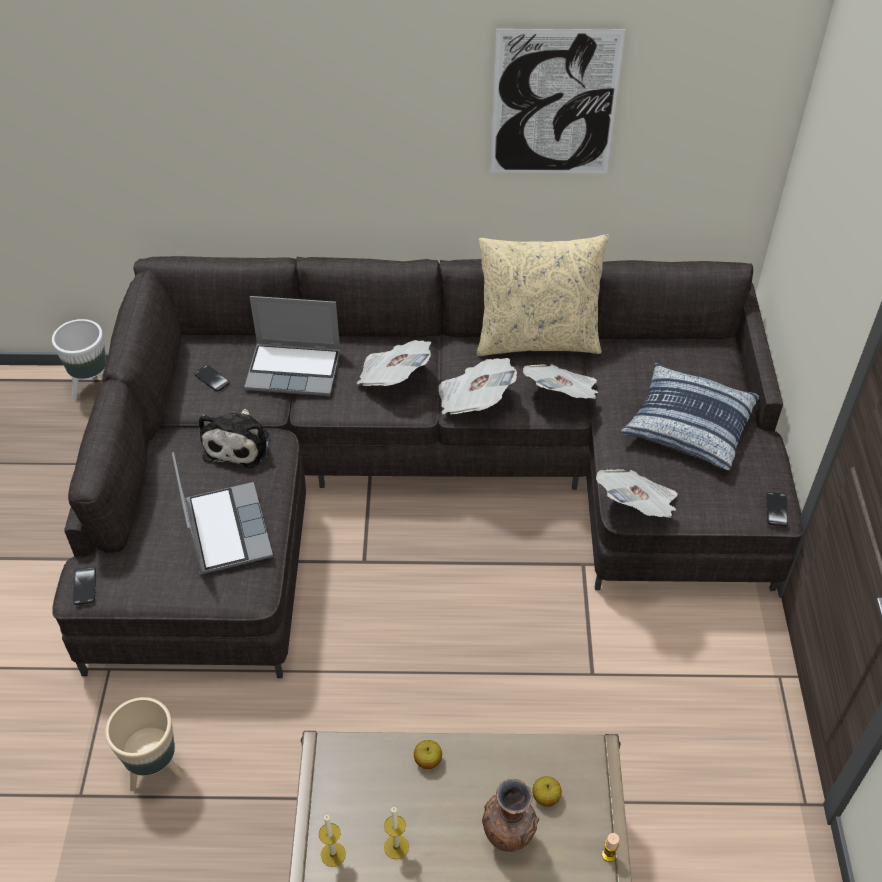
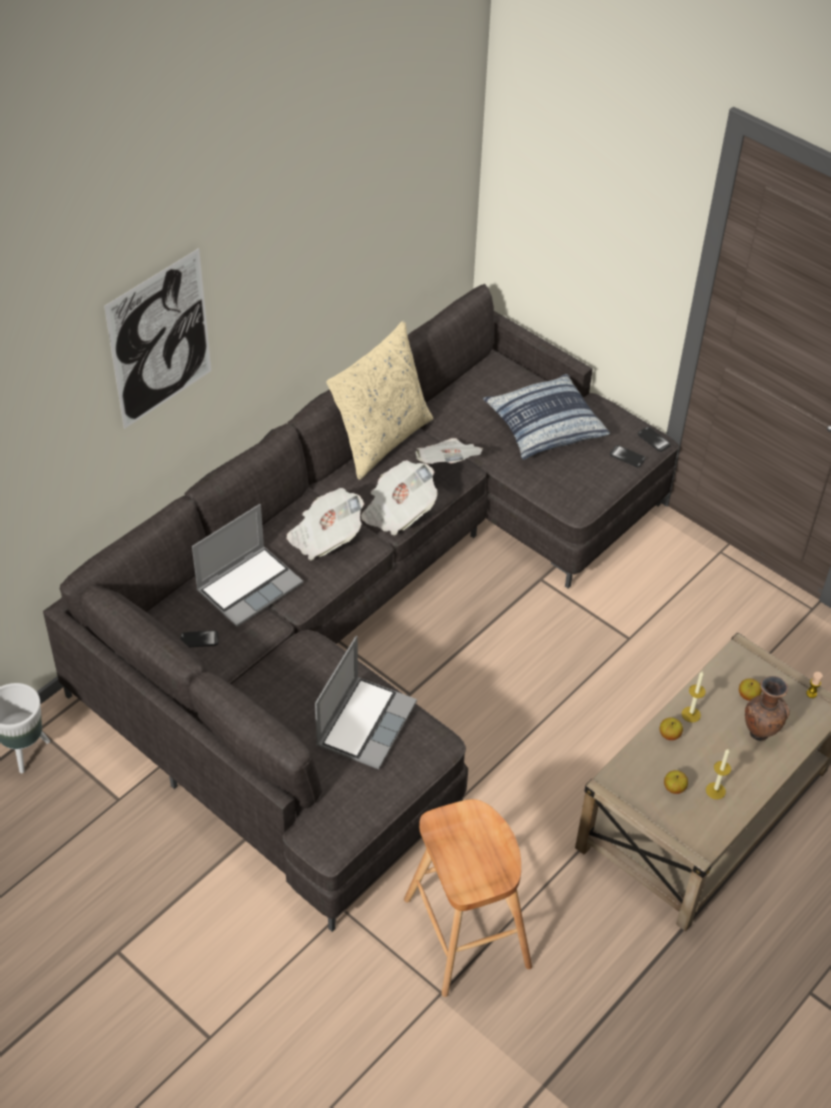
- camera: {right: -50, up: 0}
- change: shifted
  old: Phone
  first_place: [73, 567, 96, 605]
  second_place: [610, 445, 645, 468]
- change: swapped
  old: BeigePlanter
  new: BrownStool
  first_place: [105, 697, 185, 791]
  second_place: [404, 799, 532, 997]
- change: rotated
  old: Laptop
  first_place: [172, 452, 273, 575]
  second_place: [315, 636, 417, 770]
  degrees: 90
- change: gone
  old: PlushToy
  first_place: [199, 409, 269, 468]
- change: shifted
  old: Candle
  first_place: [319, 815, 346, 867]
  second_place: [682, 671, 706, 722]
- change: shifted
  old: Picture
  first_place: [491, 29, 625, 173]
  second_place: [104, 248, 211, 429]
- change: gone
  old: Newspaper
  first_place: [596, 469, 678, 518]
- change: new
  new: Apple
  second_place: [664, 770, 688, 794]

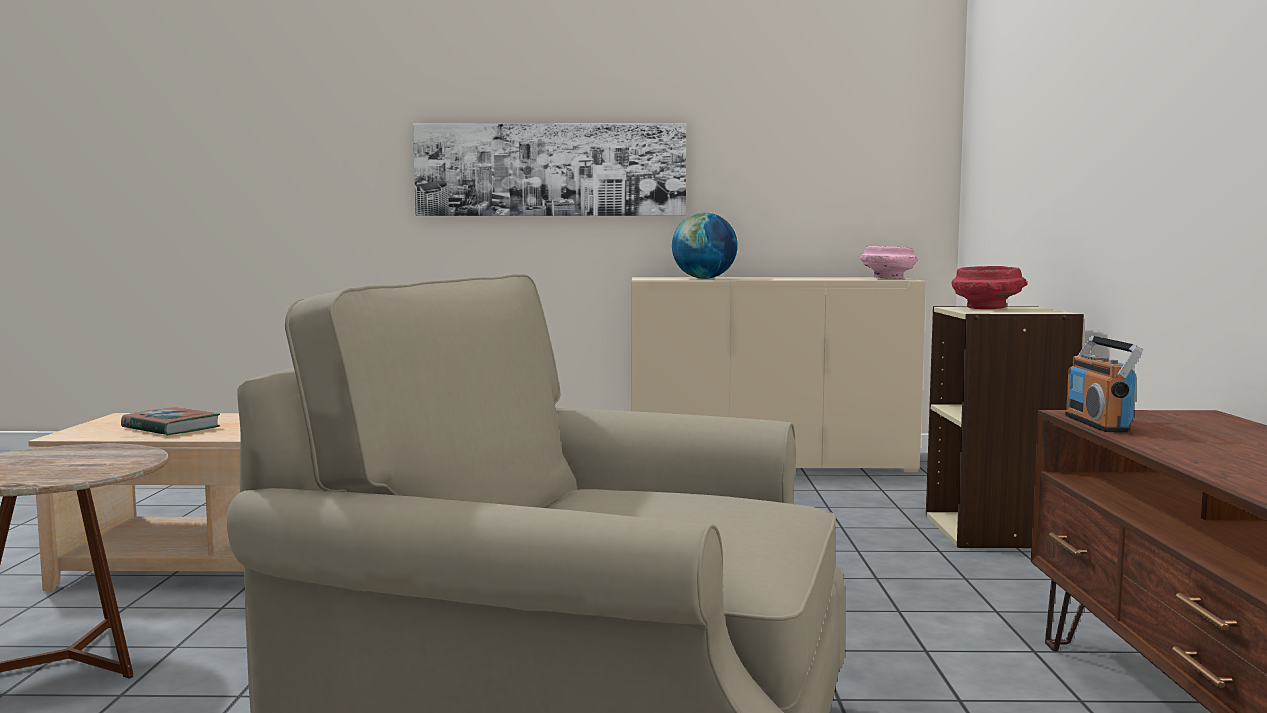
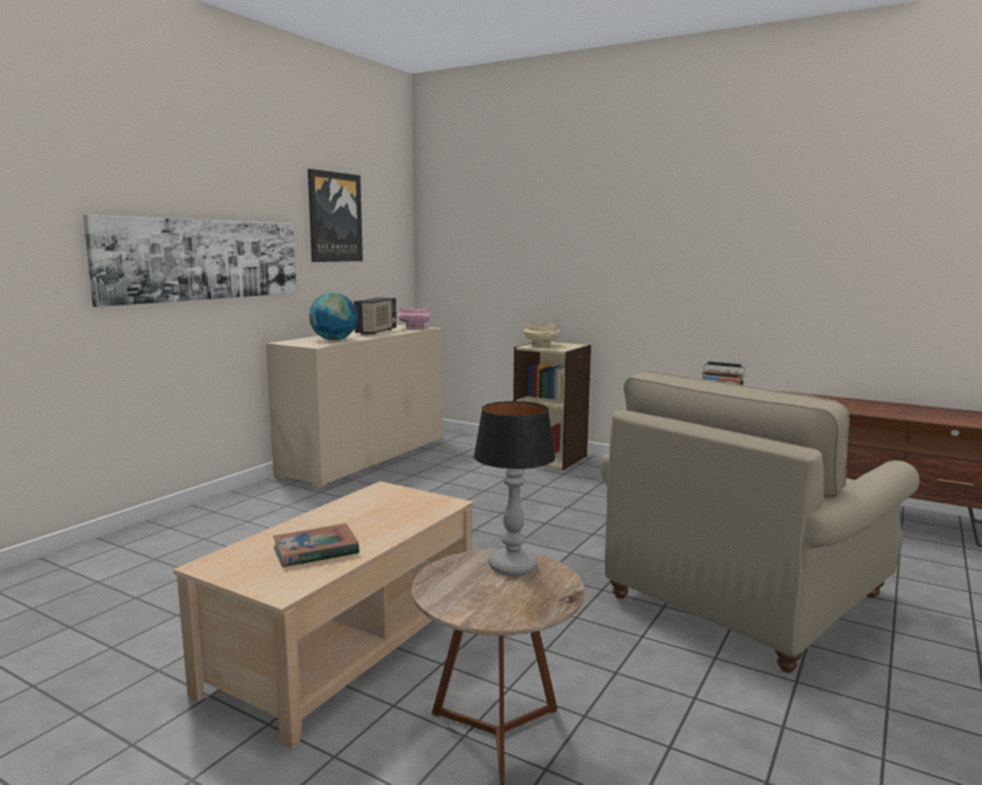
- camera: {right: -60, up: 5}
- change: repainted
  old: RedBowl
  new: BeigeBowl
  first_place: [952, 266, 1027, 309]
  second_place: [523, 322, 560, 347]
- change: new
  new: Picture
  second_place: [308, 169, 363, 262]
- change: new
  new: Radio
  second_place: [354, 297, 396, 335]
- change: new
  new: TableLamp
  second_place: [474, 401, 556, 576]

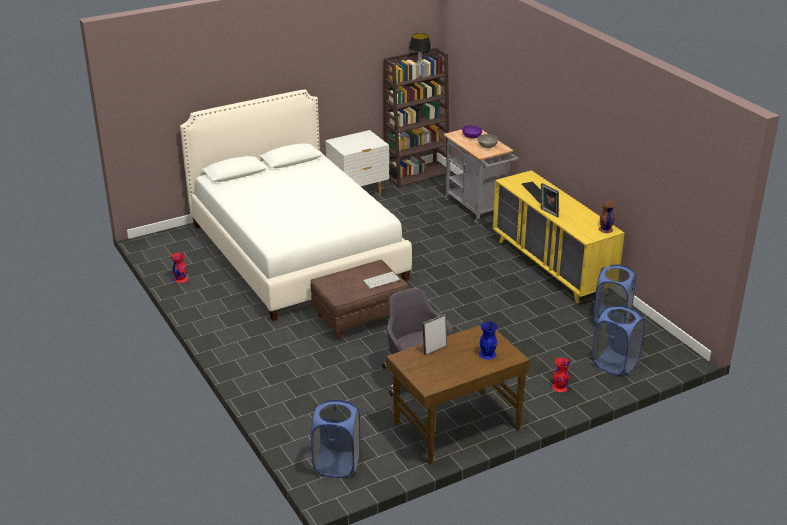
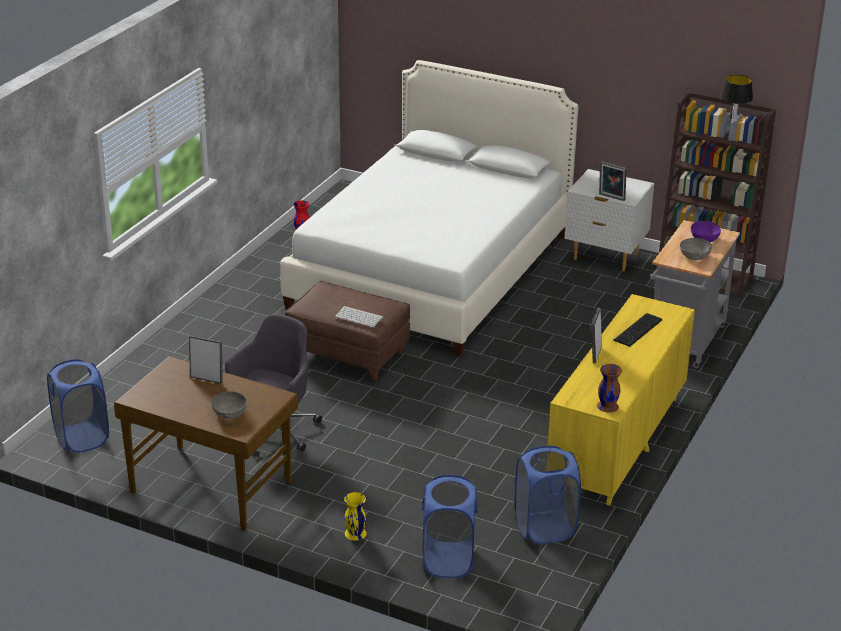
- camera: {right: 55, up: 0}
- change: swapped
  old: BlueVase
  new: GreyBowl
  first_place: [479, 322, 498, 360]
  second_place: [212, 391, 247, 419]
- change: repainted
  old: RedVase
  new: YellowVase
  first_place: [552, 357, 571, 392]
  second_place: [344, 492, 366, 541]
- change: new
  new: PictureFrame
  second_place: [599, 161, 627, 201]

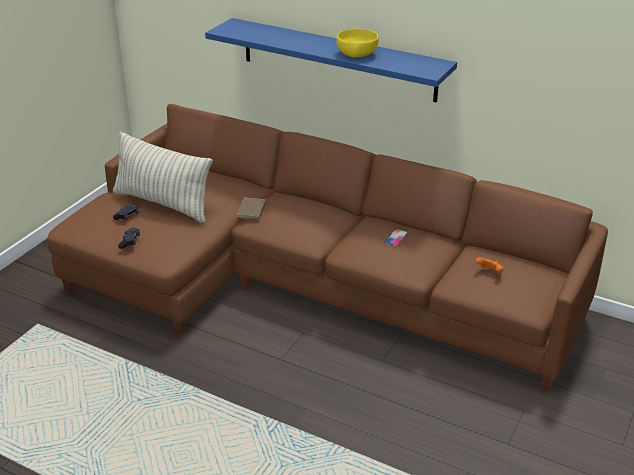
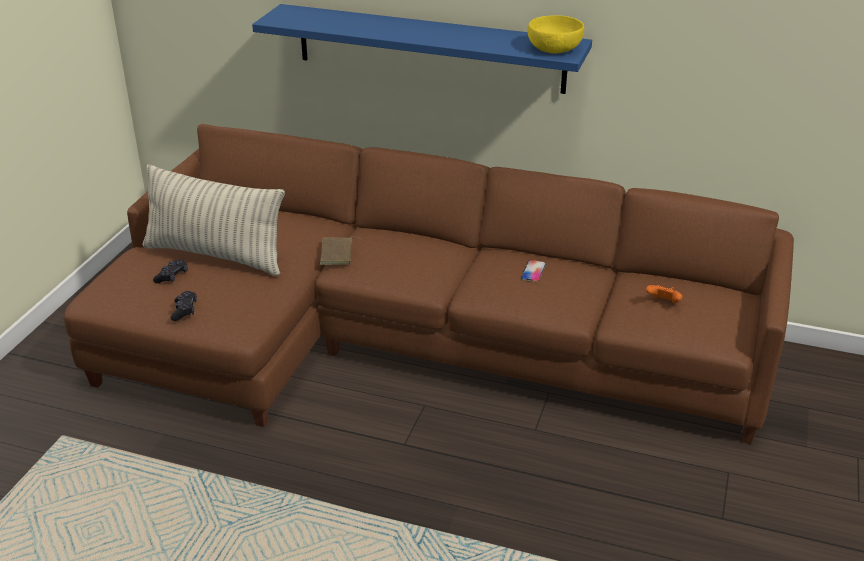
- camera: {right: -10, up: 0}
- change: shifted
  old: YellowBowl
  first_place: [337, 29, 379, 57]
  second_place: [528, 15, 584, 54]

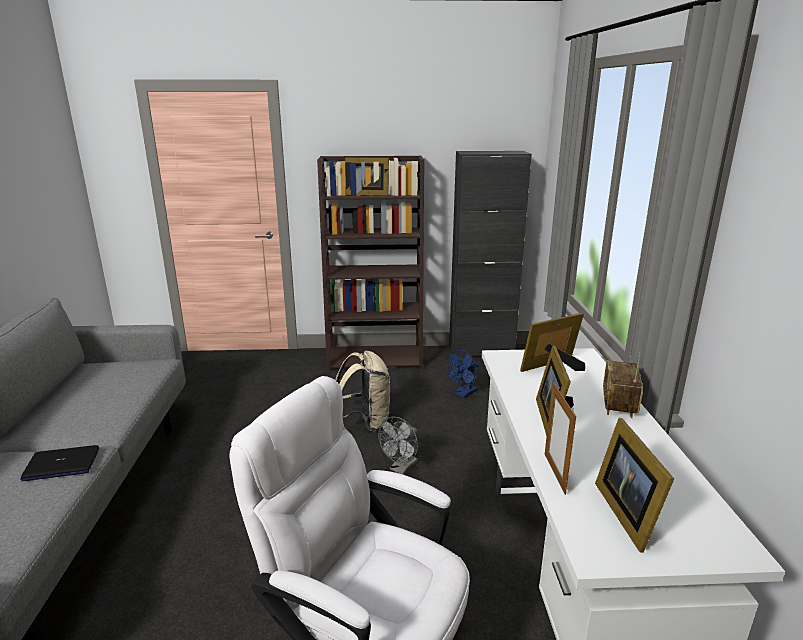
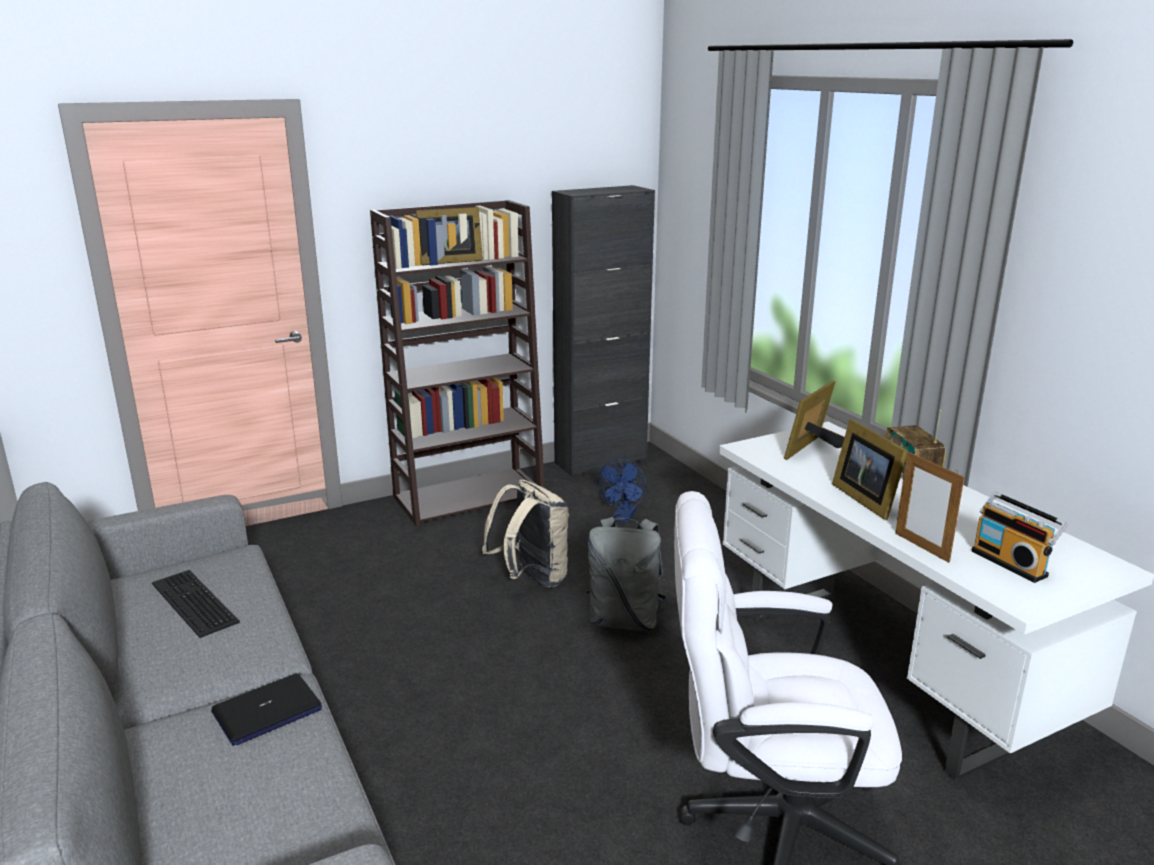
- camera: {right: -25, up: 0}
- change: swapped
  old: GreyFan
  new: GreyBackpack
  first_place: [378, 417, 418, 474]
  second_place: [586, 517, 666, 631]
- change: swapped
  old: PictureFrame
  new: Radio
  first_place: [595, 418, 674, 553]
  second_place: [972, 492, 1067, 583]
- change: new
  new: Keyboard
  second_place: [152, 570, 240, 638]

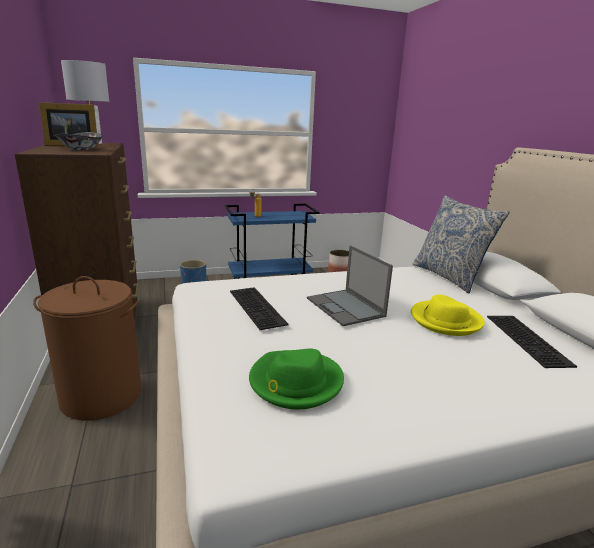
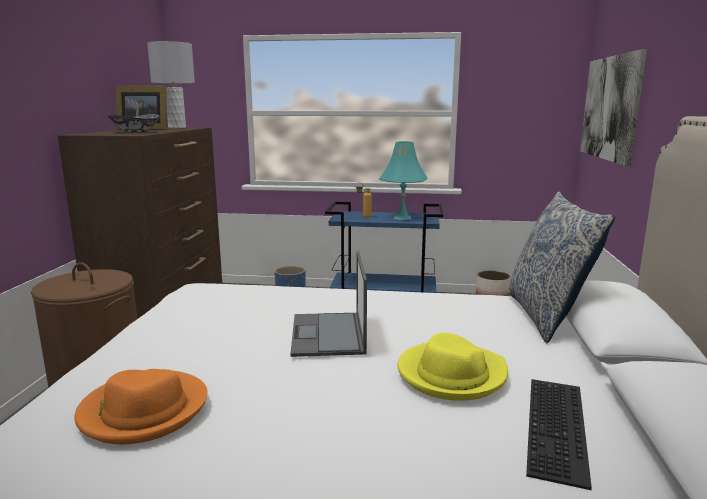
- camera: {right: 25, up: -5}
- change: gone
  old: Keyboard
  first_place: [230, 287, 289, 330]
- change: repainted
  old: GreenHat
  new: OrangeHat
  first_place: [249, 349, 344, 409]
  second_place: [74, 369, 208, 444]
- change: new
  new: TurquoiseTableLamp
  second_place: [379, 141, 428, 220]
- change: new
  new: Picture
  second_place: [580, 49, 647, 166]

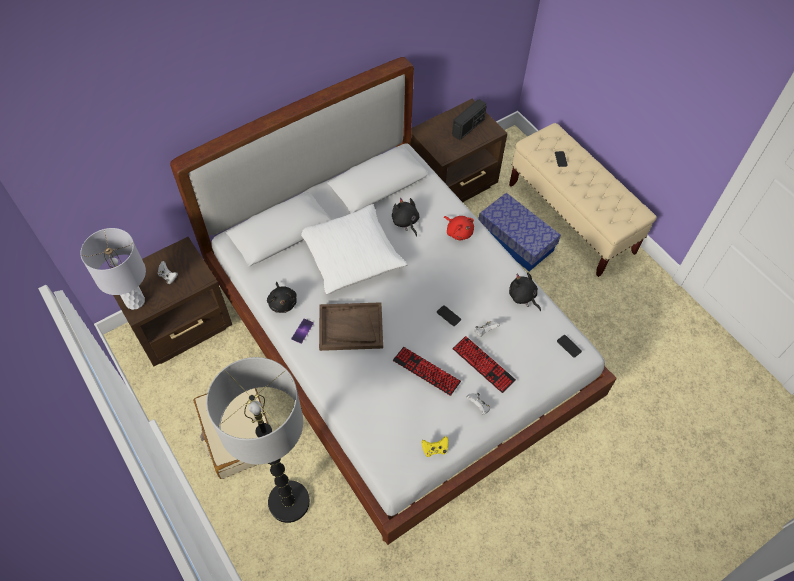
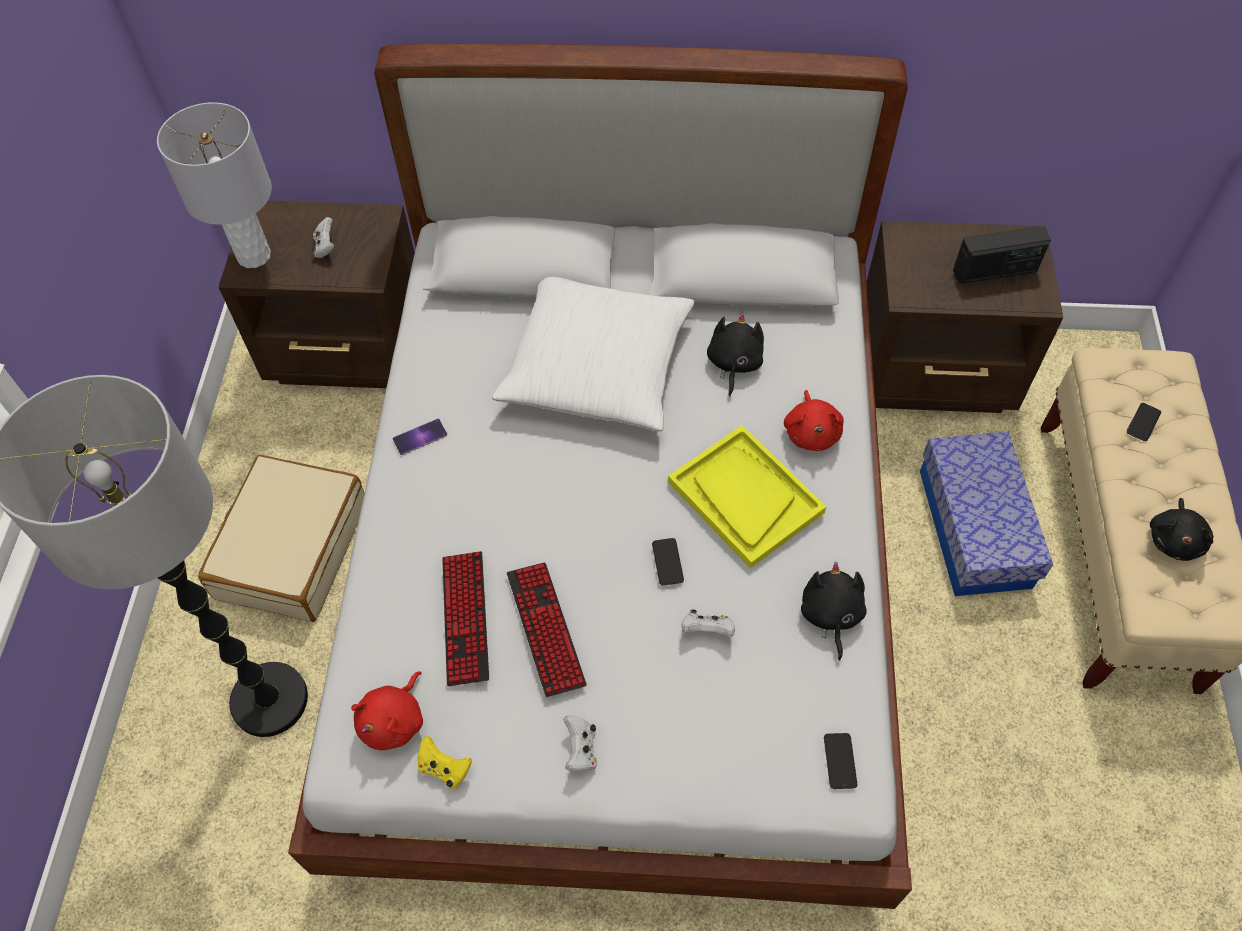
- camera: {right: 40, up: 0}
- change: shifted
  old: BlackPlushToy
  first_place: [267, 282, 297, 313]
  second_place: [1150, 498, 1214, 561]
- change: gone
  old: BrownTray
  first_place: [319, 302, 383, 351]
- change: shifted
  old: Keyboard
  first_place: [452, 336, 516, 393]
  second_place: [442, 551, 489, 686]
- change: new
  new: RedPlushToy
  second_place: [351, 671, 423, 750]
- change: new
  new: YellowTray
  second_place: [668, 425, 826, 568]

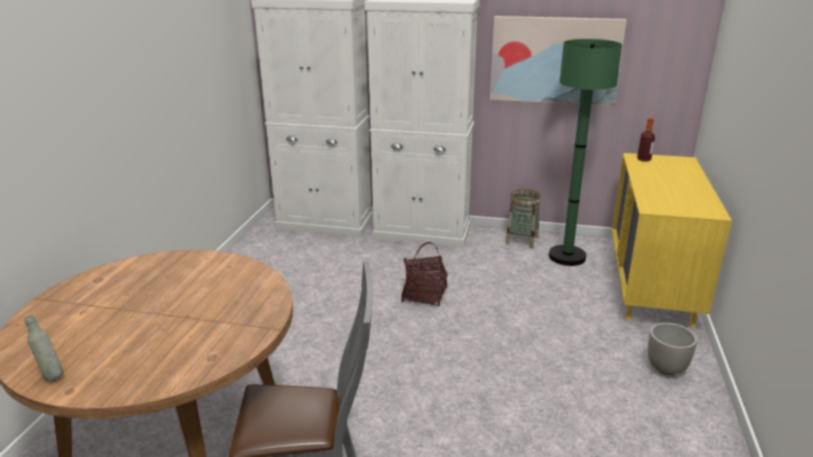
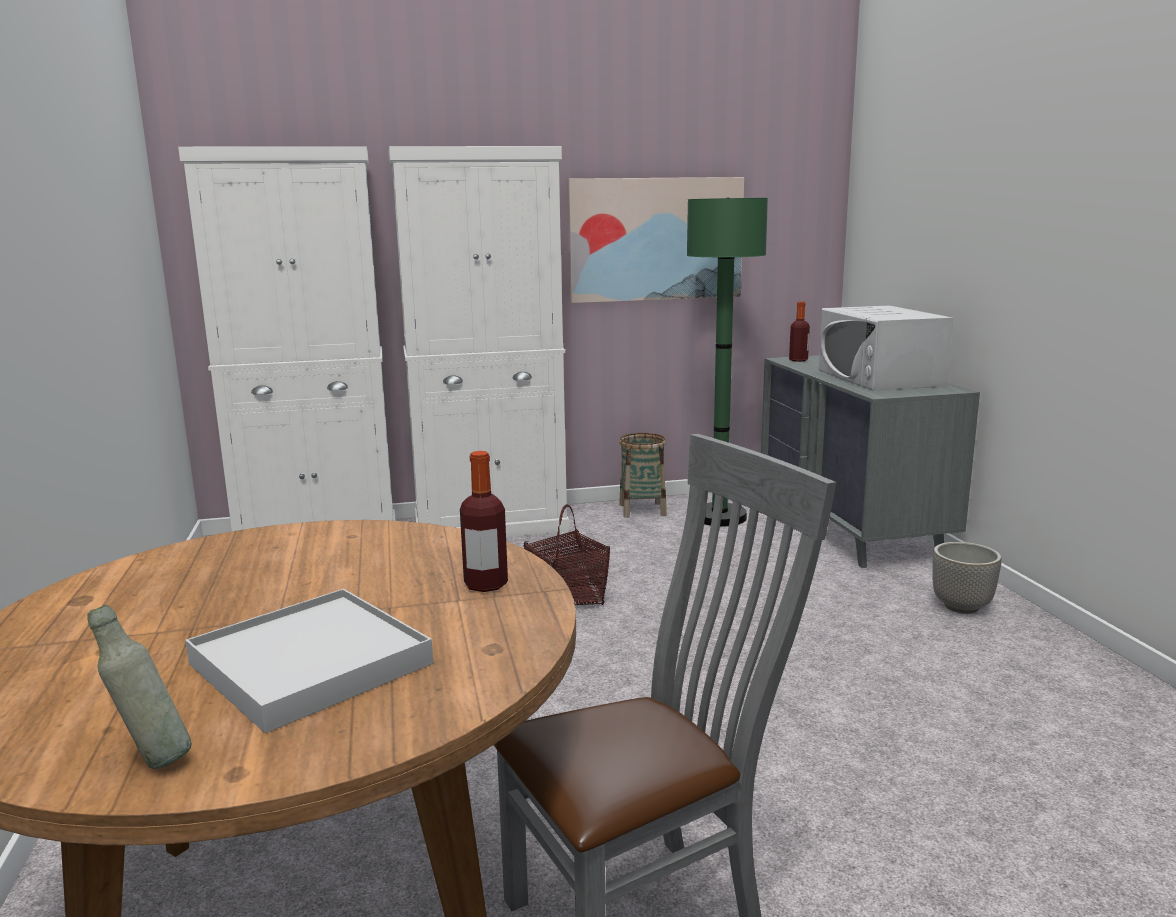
- camera: {right: -25, up: -10}
- change: repainted
  old: YellowDresser
  new: GreyDresser
  first_place: [612, 153, 732, 328]
  second_place: [761, 355, 980, 568]
- change: new
  new: WhiteTray
  second_place: [185, 589, 433, 733]
- change: new
  new: Bottle
  second_place: [460, 451, 508, 592]
- change: new
  new: WhiteMicrowave
  second_place: [819, 305, 953, 391]

